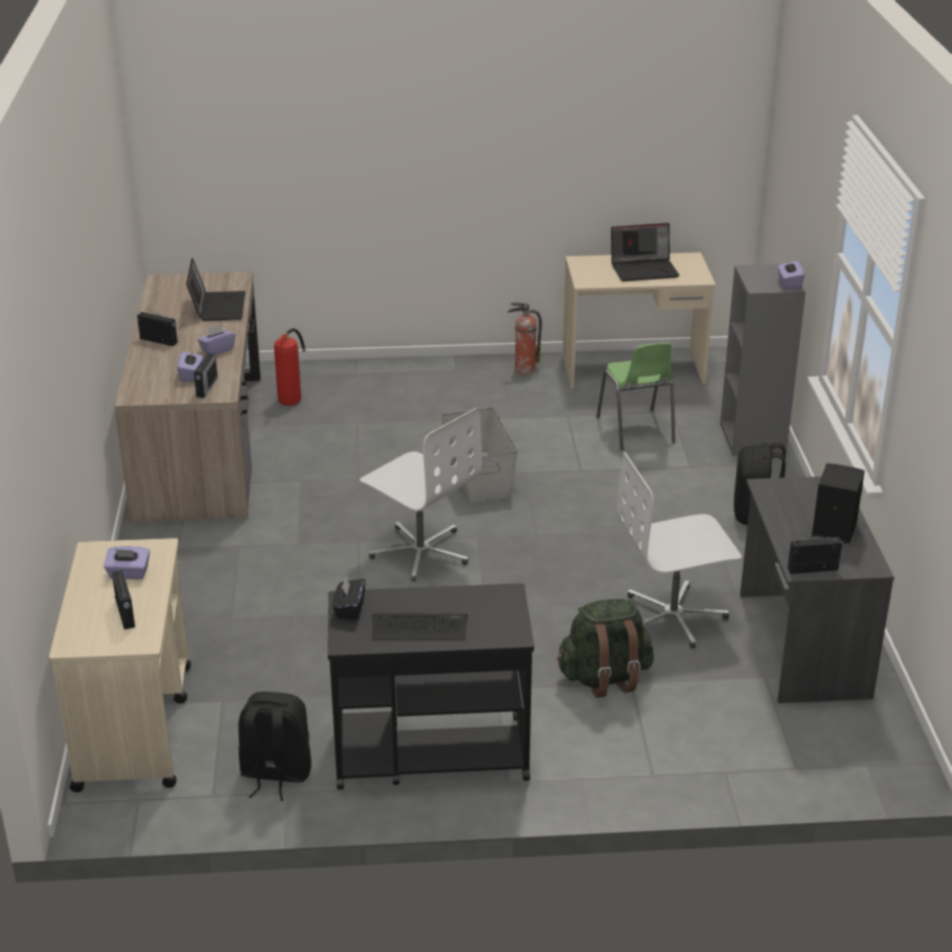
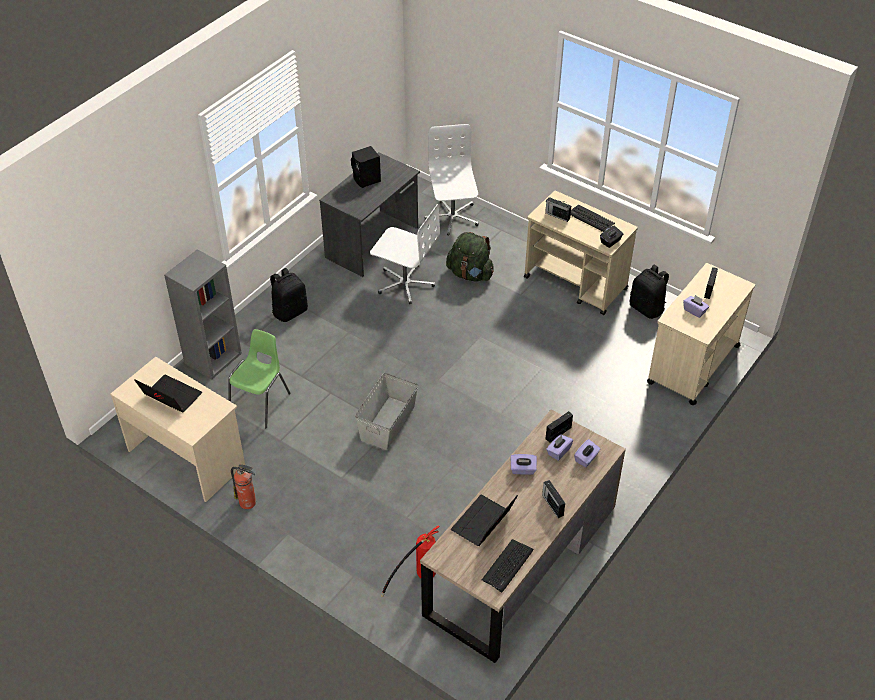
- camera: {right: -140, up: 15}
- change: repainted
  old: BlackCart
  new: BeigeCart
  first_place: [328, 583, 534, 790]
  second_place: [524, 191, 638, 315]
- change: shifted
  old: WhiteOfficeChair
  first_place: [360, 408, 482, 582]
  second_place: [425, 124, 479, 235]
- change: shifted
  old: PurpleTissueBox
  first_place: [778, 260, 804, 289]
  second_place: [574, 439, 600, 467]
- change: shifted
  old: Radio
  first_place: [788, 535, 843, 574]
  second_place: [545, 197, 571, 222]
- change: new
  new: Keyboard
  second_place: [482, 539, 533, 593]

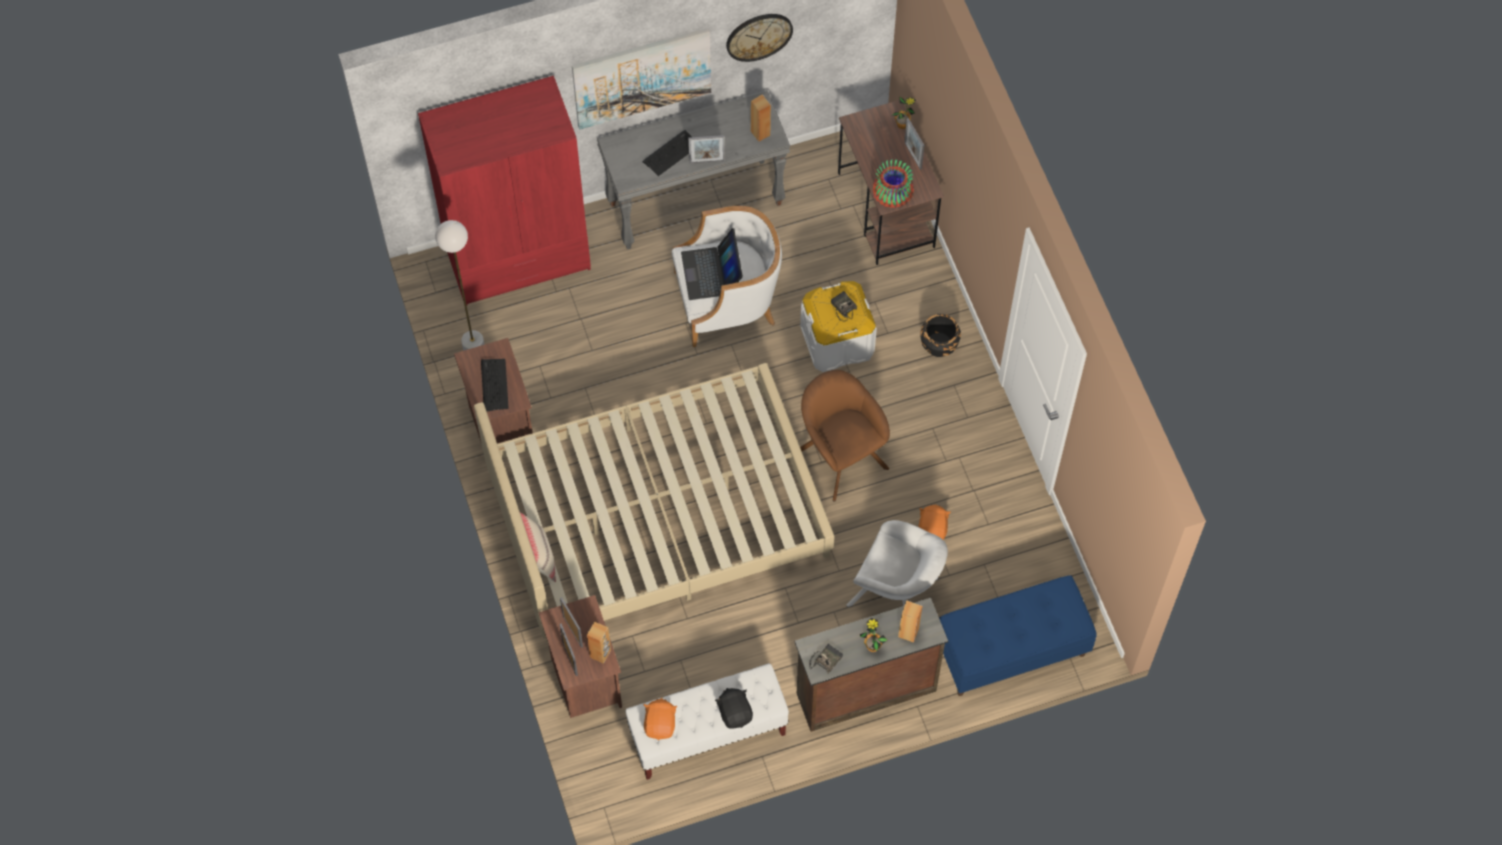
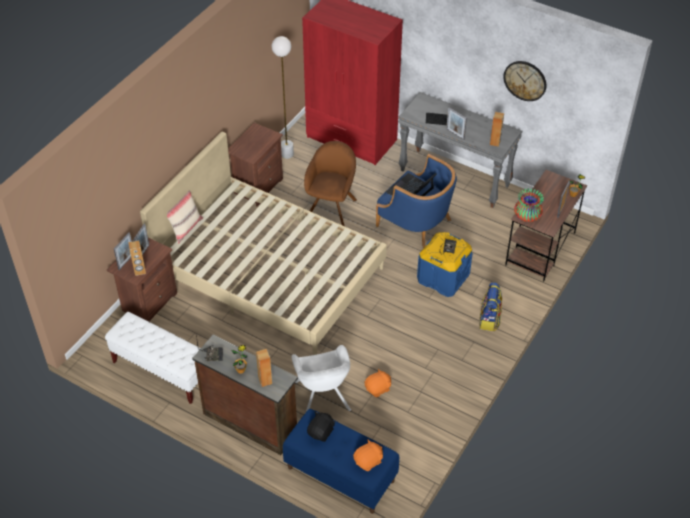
- camera: {right: 50, up: -15}
- change: gone
  old: Keyboard
  first_place: [481, 359, 509, 411]
- change: gone
  old: Picture
  first_place: [572, 28, 711, 129]
- change: shifted
  old: OrangePlushToy
  first_place: [644, 698, 678, 740]
  second_place: [353, 439, 383, 471]
- change: repainted
  old: WhiteArmchair
  new: BlueArmchair
  first_place: [672, 206, 782, 347]
  second_place: [376, 154, 457, 248]
- change: shifted
  old: BlackPlushToy
  first_place: [715, 688, 753, 729]
  second_place: [307, 412, 335, 442]
- change: repainted
  old: WhiteStorageBox
  new: BlueStorageBox
  first_place: [800, 281, 877, 372]
  second_place: [417, 232, 472, 297]
- change: shifted
  old: BrownArmchair
  first_place: [800, 370, 890, 501]
  second_place: [304, 141, 357, 226]
- change: swapped
  old: BlackPlanter
  new: Backpack
  first_place: [920, 314, 961, 357]
  second_place: [479, 282, 502, 331]

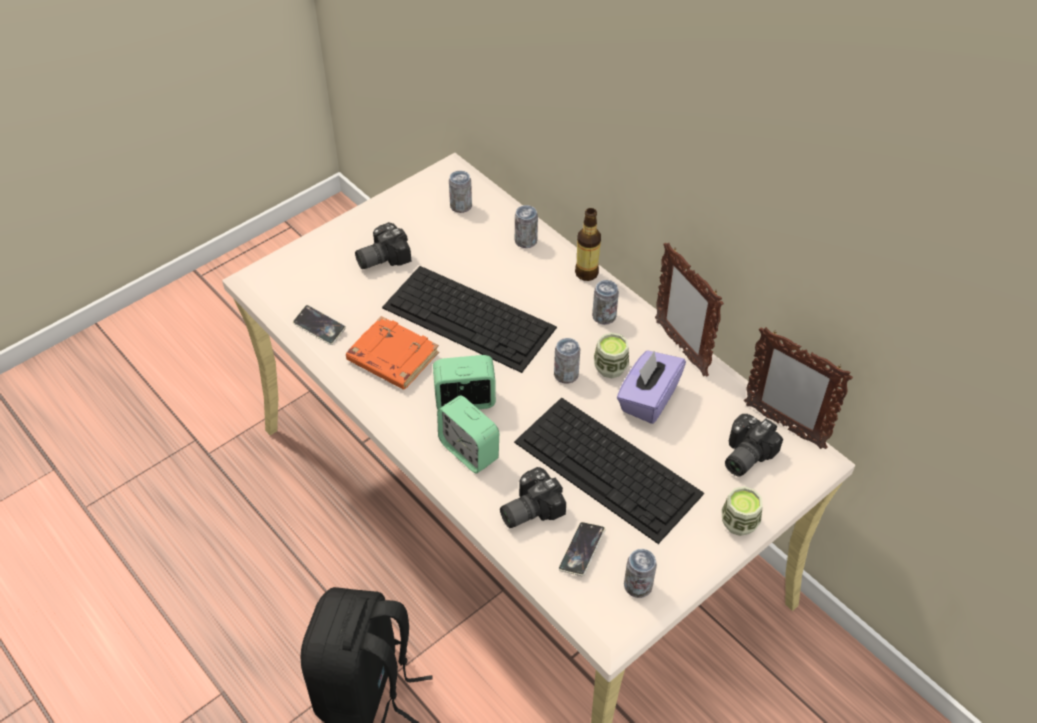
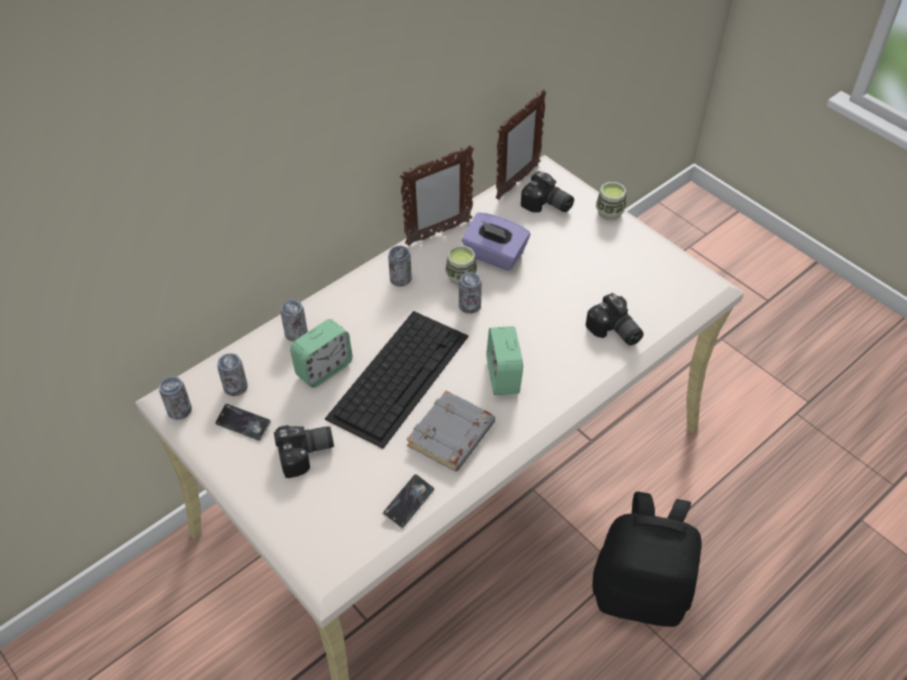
- camera: {right: -90, up: 0}
- change: repainted
  old: OrangeBook
  new: GreyBook
  first_place: [346, 316, 439, 390]
  second_place: [406, 390, 495, 472]
- change: rotated
  old: PhotoCamera
  first_place: [355, 222, 412, 269]
  second_place: [274, 425, 334, 478]
  degrees: -75
- change: shifted
  old: AlarmClock
  first_place: [437, 395, 499, 474]
  second_place: [290, 319, 353, 388]
- change: gone
  old: Keyboard
  first_place: [514, 397, 704, 544]
- change: shifted
  old: Phone
  first_place: [558, 522, 606, 576]
  second_place: [215, 403, 271, 442]
- change: gone
  old: Bottle
  first_place: [575, 208, 601, 281]
- change: shifted
  old: Can
  first_place: [624, 549, 657, 598]
  second_place: [159, 376, 192, 420]

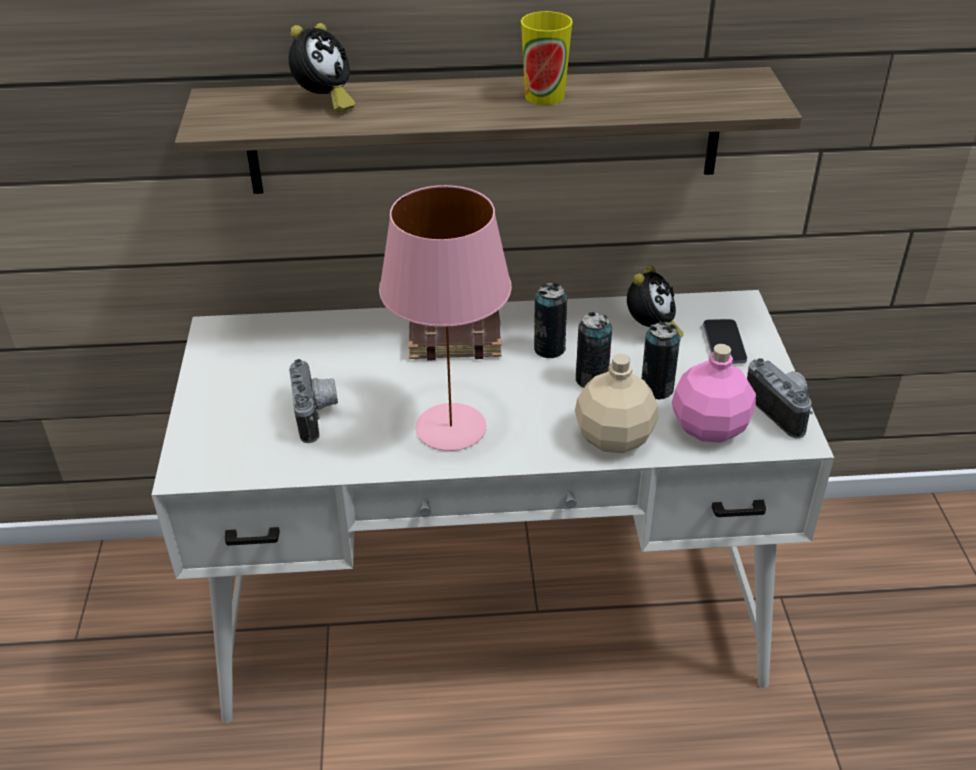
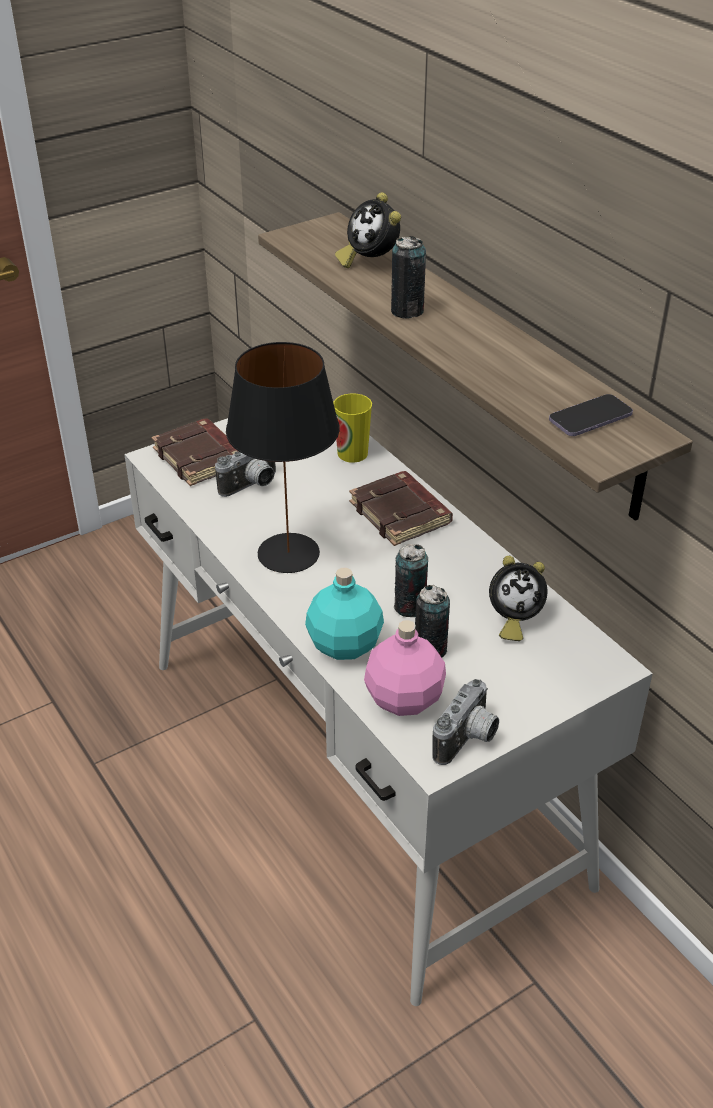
- camera: {right: 60, up: 0}
- change: rotated
  old: AlarmClock
  first_place: [289, 23, 356, 112]
  second_place: [335, 192, 401, 268]
  degrees: 60
- change: repainted
  old: PinkTableLamp
  new: BlackTableLamp
  first_place: [379, 185, 512, 451]
  second_place: [226, 342, 340, 573]
- change: shifted
  old: Cup
  first_place: [521, 11, 573, 105]
  second_place: [333, 393, 372, 463]
- change: shifted
  old: Can
  first_place: [534, 283, 567, 358]
  second_place: [391, 236, 426, 319]
- change: repainted
  old: BeigeBottle
  new: TurquoiseBottle
  first_place: [575, 354, 658, 453]
  second_place: [305, 568, 384, 660]
- change: shifted
  old: Phone
  first_place: [703, 319, 747, 364]
  second_place: [549, 394, 633, 436]
- change: new
  new: BrownBook
  second_place: [152, 418, 237, 486]

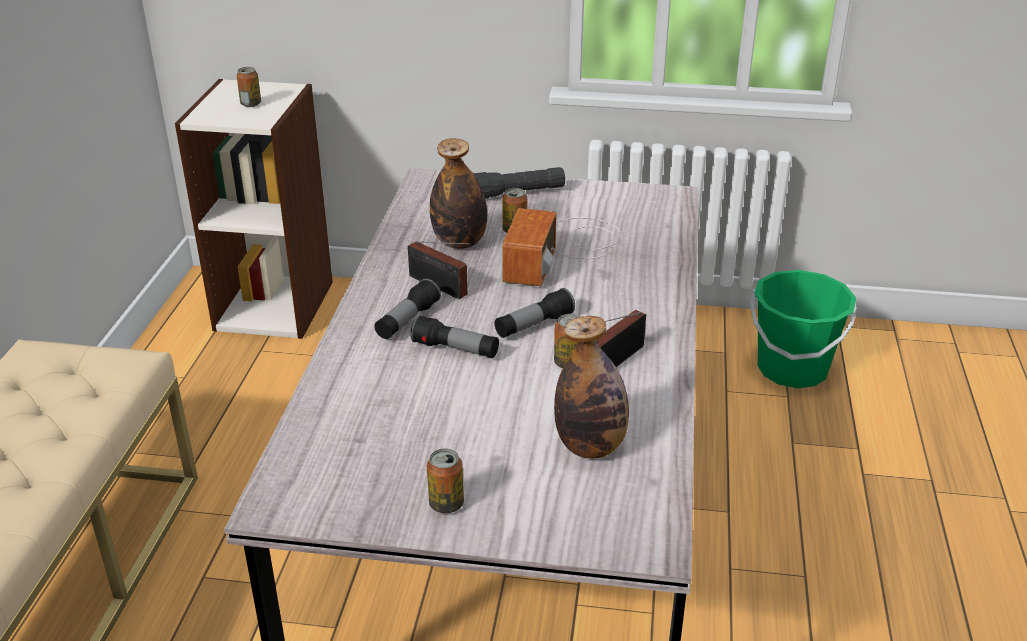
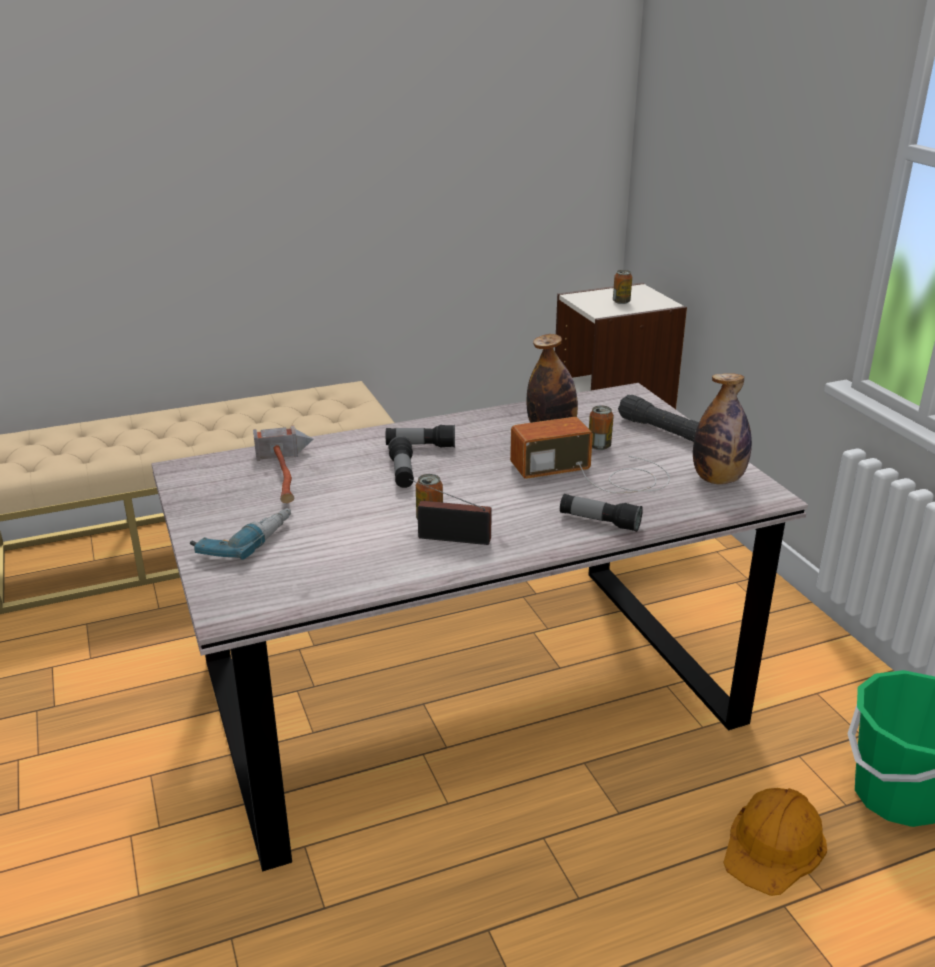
- camera: {right: 60, up: -5}
- change: gone
  old: Radio
  first_place: [408, 241, 471, 299]
- change: gone
  old: Can
  first_place: [427, 448, 464, 513]
- change: shifted
  old: Flashlight
  first_place: [495, 288, 575, 338]
  second_place: [560, 494, 643, 532]
- change: shifted
  old: Bottle
  first_place: [554, 316, 629, 459]
  second_place: [693, 373, 752, 485]
- change: new
  new: PowerDrill
  second_place: [190, 508, 291, 560]
- change: new
  new: Hammer
  second_place: [253, 425, 313, 503]
- change: new
  new: OrangeHardHat
  second_place: [723, 788, 827, 896]

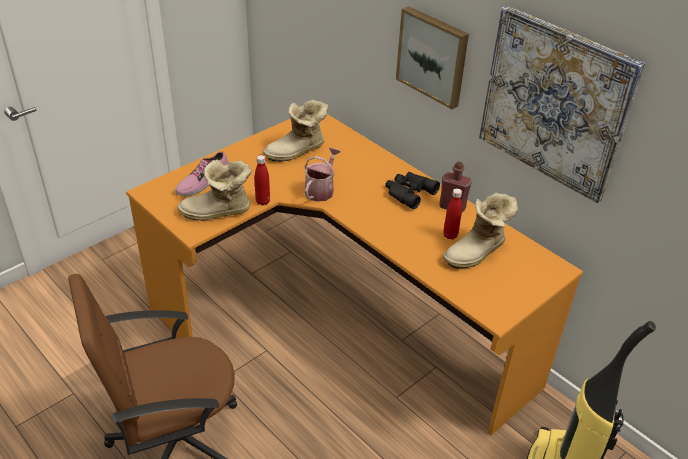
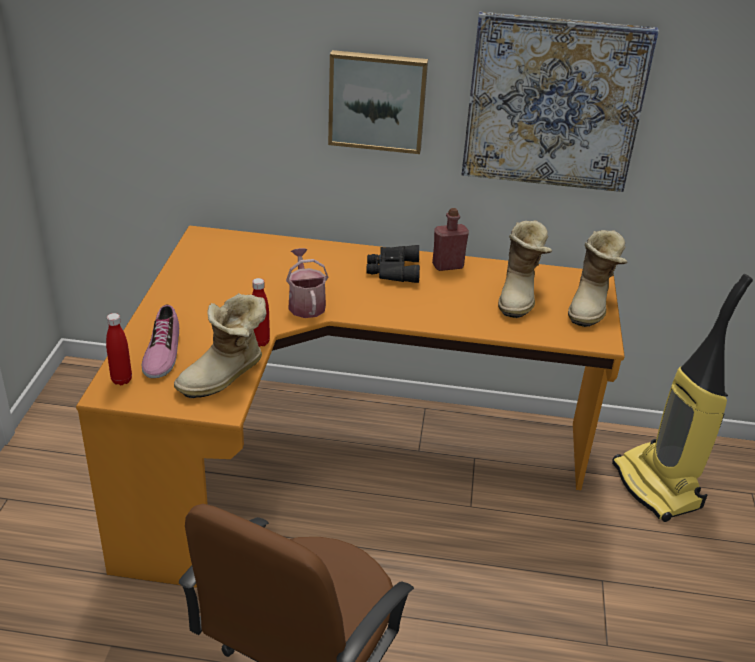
- camera: {right: -40, up: -5}
- change: shifted
  old: Boot
  first_place: [263, 99, 328, 162]
  second_place: [568, 230, 627, 327]
- change: shifted
  old: RedBottle
  first_place: [443, 188, 462, 239]
  second_place: [106, 313, 132, 385]

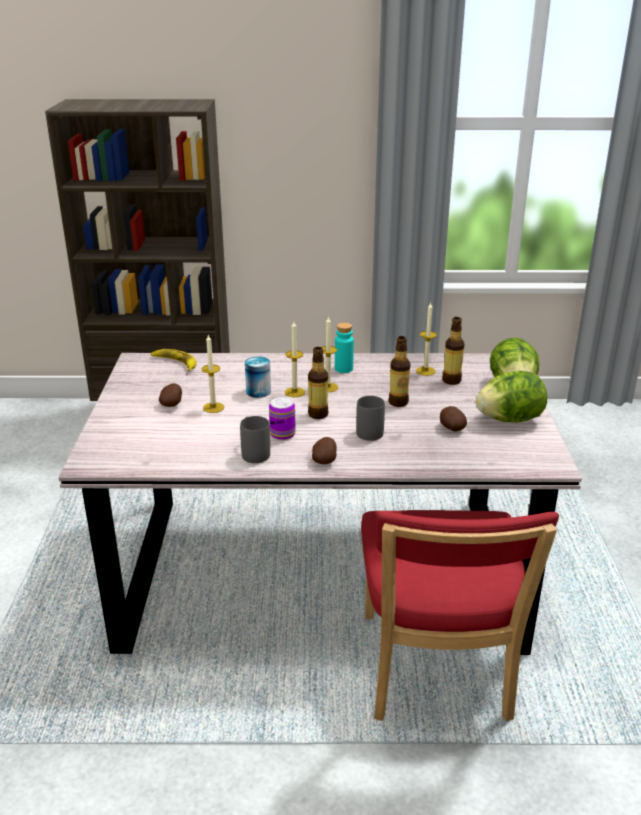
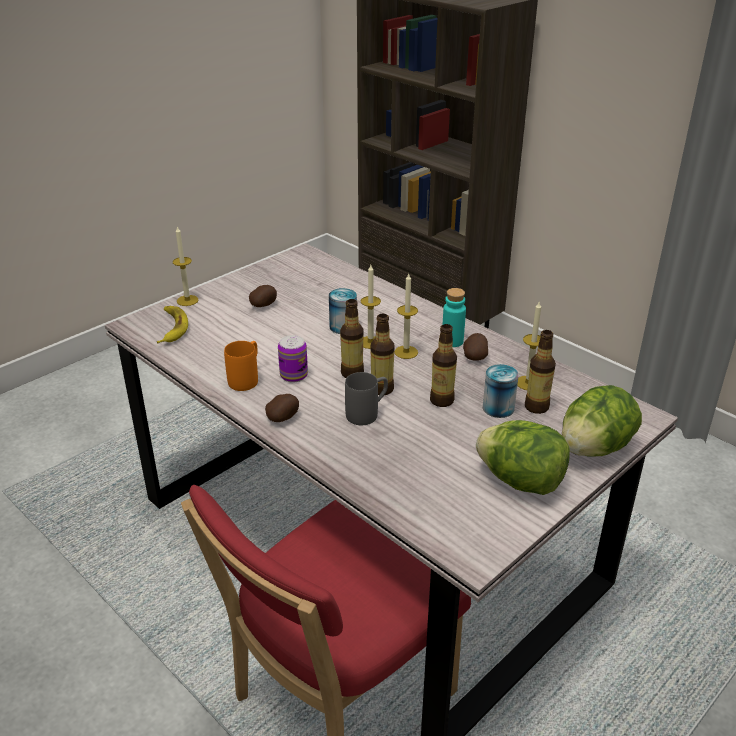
- camera: {right: 45, up: 5}
- change: shifted
  old: Banana
  first_place: [151, 349, 197, 371]
  second_place: [157, 306, 188, 343]
- change: shifted
  old: Candle
  first_place: [202, 334, 224, 413]
  second_place: [173, 226, 199, 306]
- change: repainted
  old: GreyMug
  new: OrangeMug
  first_place: [240, 416, 270, 463]
  second_place: [224, 341, 258, 391]
- change: shifted
  old: Potato
  first_place: [440, 406, 467, 432]
  second_place: [463, 333, 488, 361]
- change: new
  new: Bottle
  second_place: [370, 314, 395, 395]
- change: new
  new: Can
  second_place: [483, 364, 519, 418]

